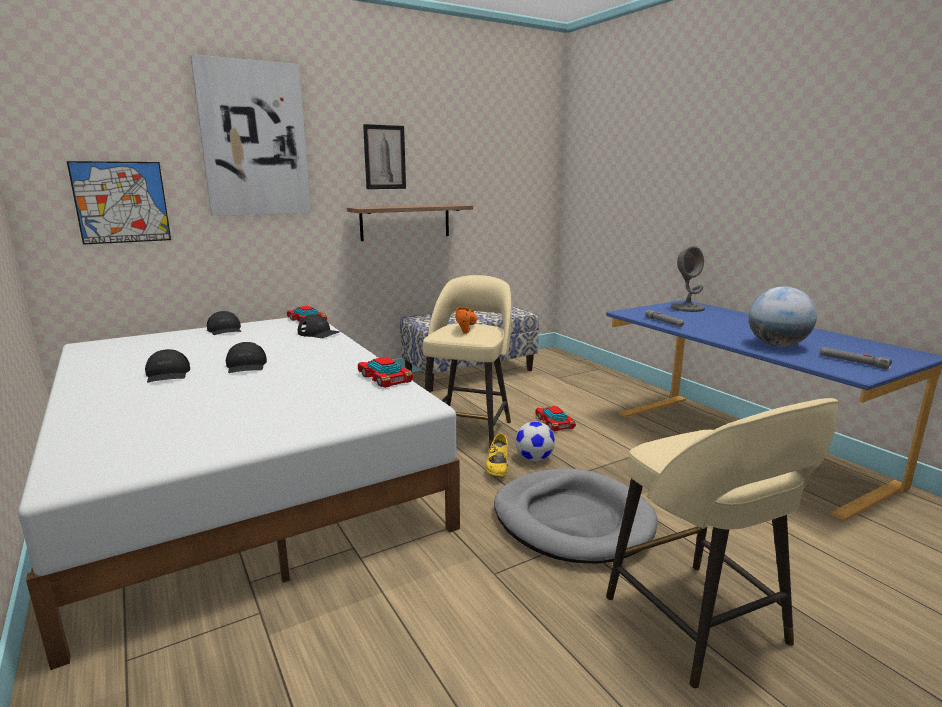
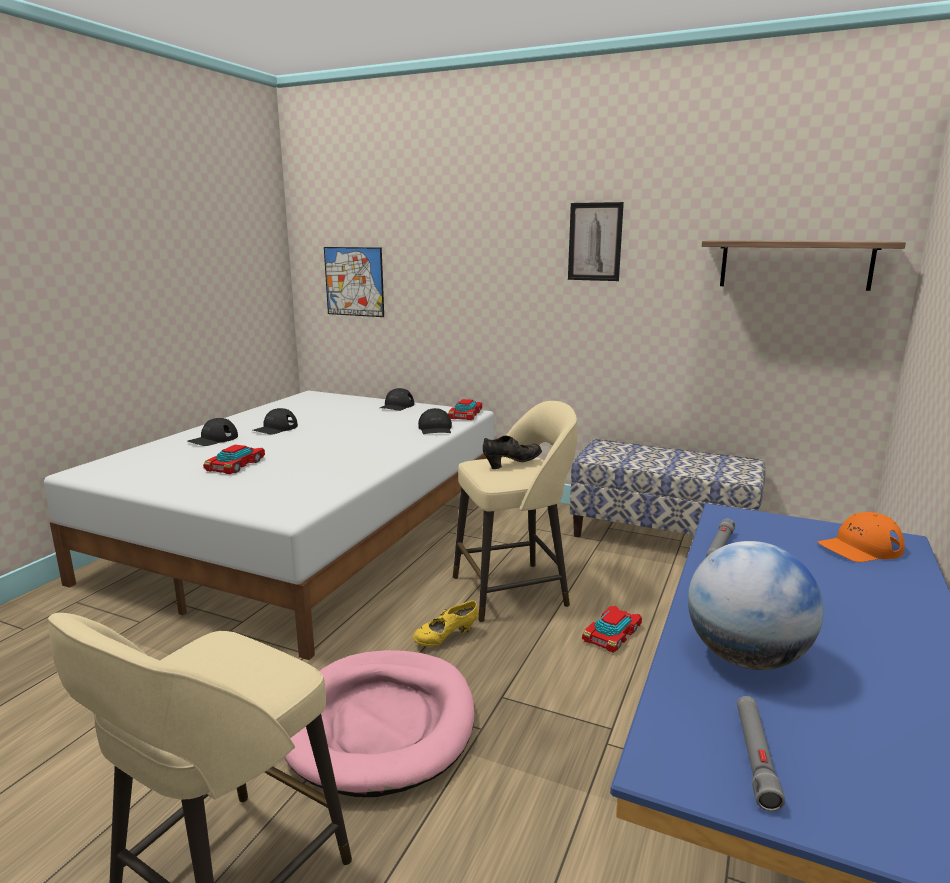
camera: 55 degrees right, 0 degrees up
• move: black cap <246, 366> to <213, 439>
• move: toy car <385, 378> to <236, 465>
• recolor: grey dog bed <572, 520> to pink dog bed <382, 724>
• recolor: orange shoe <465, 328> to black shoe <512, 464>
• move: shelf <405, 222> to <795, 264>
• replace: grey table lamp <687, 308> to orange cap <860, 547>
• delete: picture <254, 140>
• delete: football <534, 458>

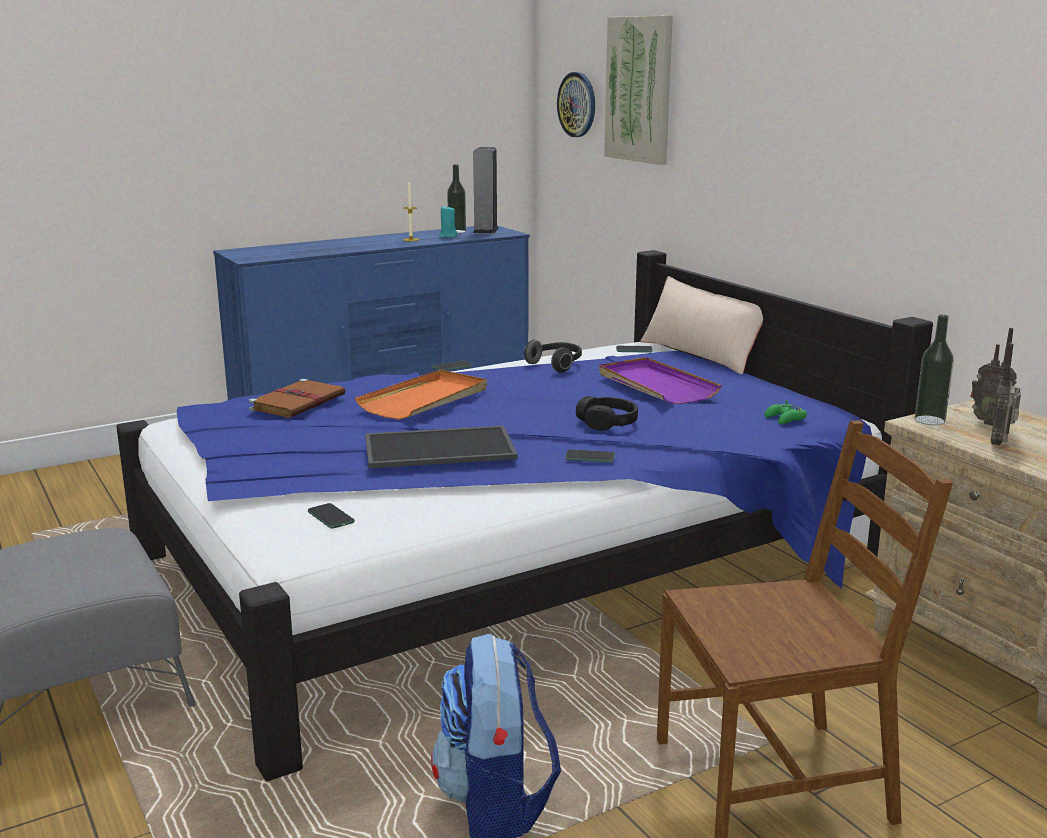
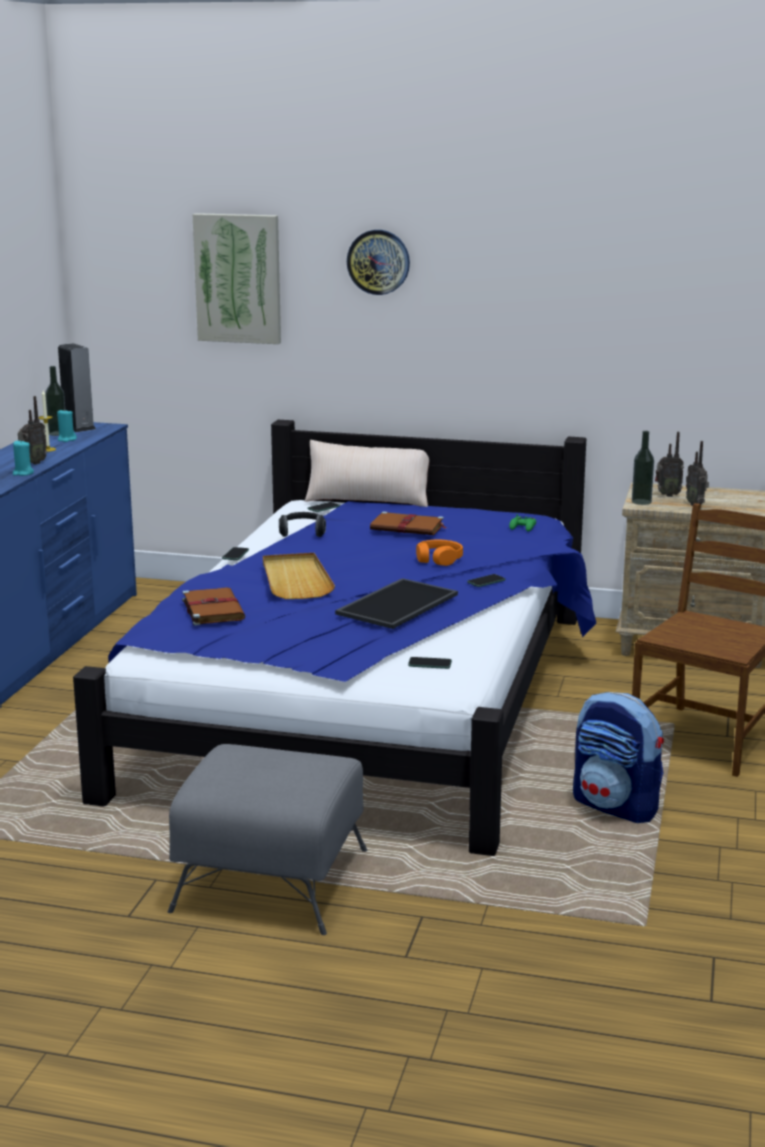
camera: 45 degrees left, 0 degrees up
• insert: turquoise candle <23, 473>
• insert: radio <33, 463>
• recolor: orange tray <425, 399> to beige tray <295, 580>
• move: wall clock <577, 104> to <378, 262>
• replace: purple tray <655, 385> to brown book <408, 527>
• recolor: black headphones <607, 422> to orange headphones <438, 559>

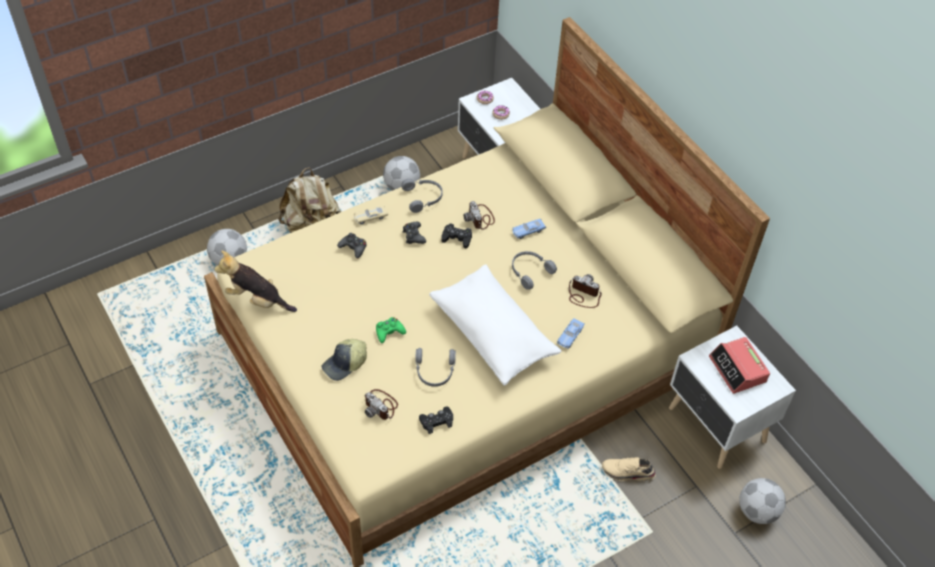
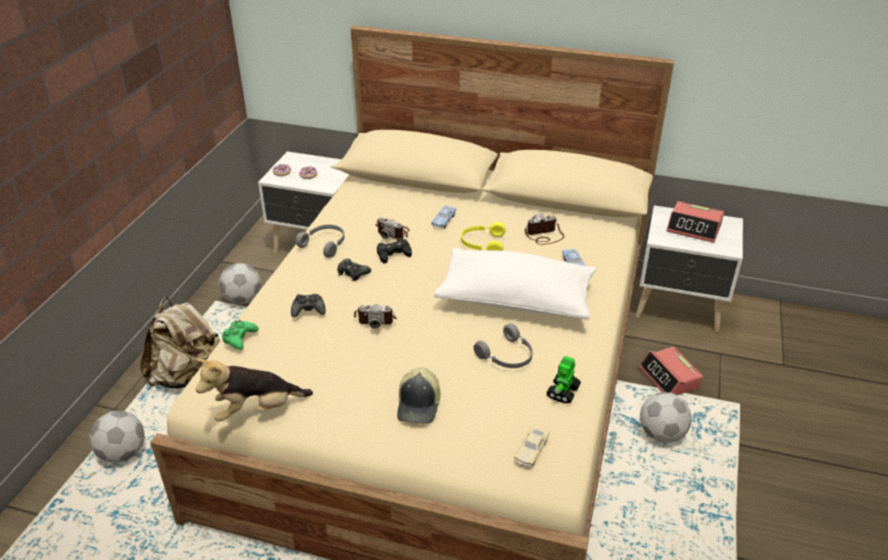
camera: 40 degrees left, 15 degrees down
• move: green game controller <389, 332> to <239, 338>
• move: photo camera <381, 406> to <375, 318>
• recolor: grey headphones <529, 271> to yellow headphones <482, 244>
• move: beige toy car <370, 217> to <531, 450>
• replace: black game controller <436, 421> to toy robot <563, 392>
• replace: beige shoe <627, 473> to alarm clock <669, 378>
• move: football <757, 511> to <661, 434>

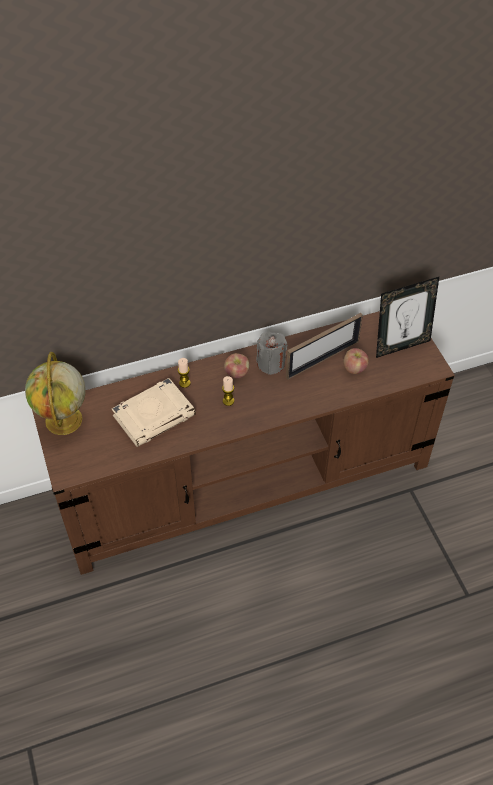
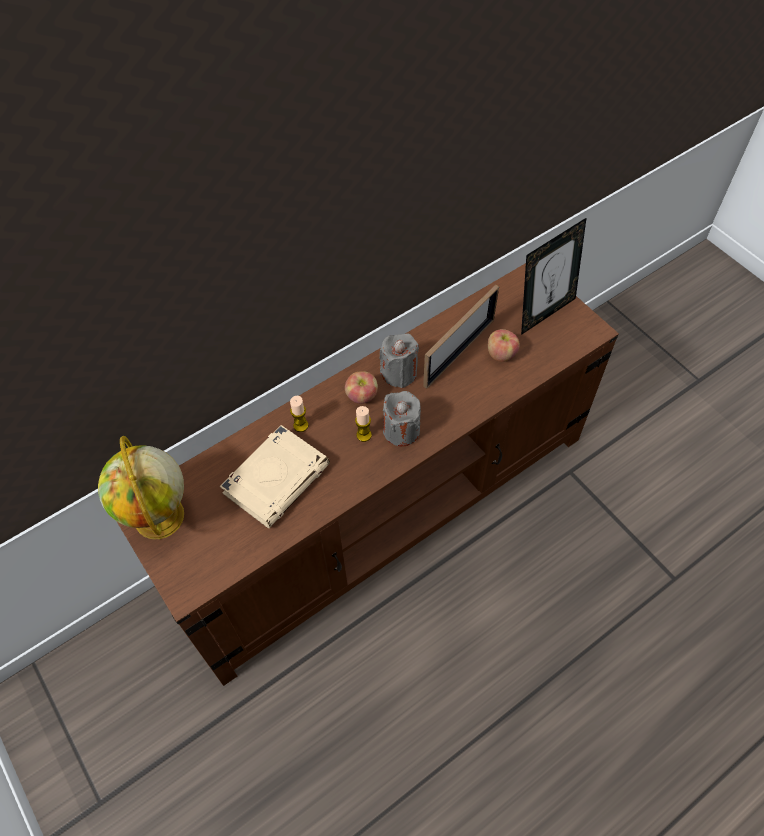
camera: 15 degrees left, 5 degrees up
• insert: grey candle <401, 430>

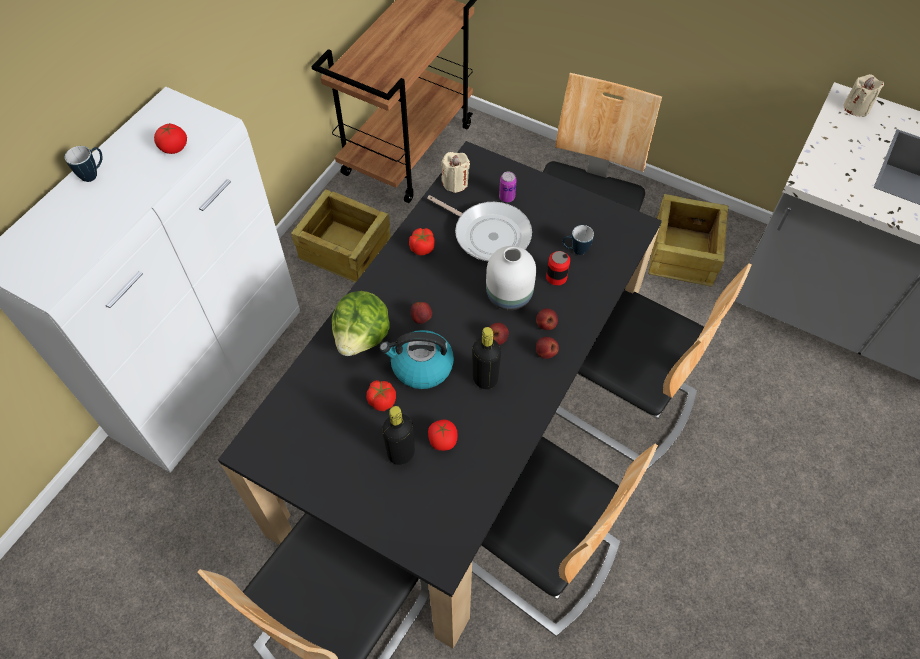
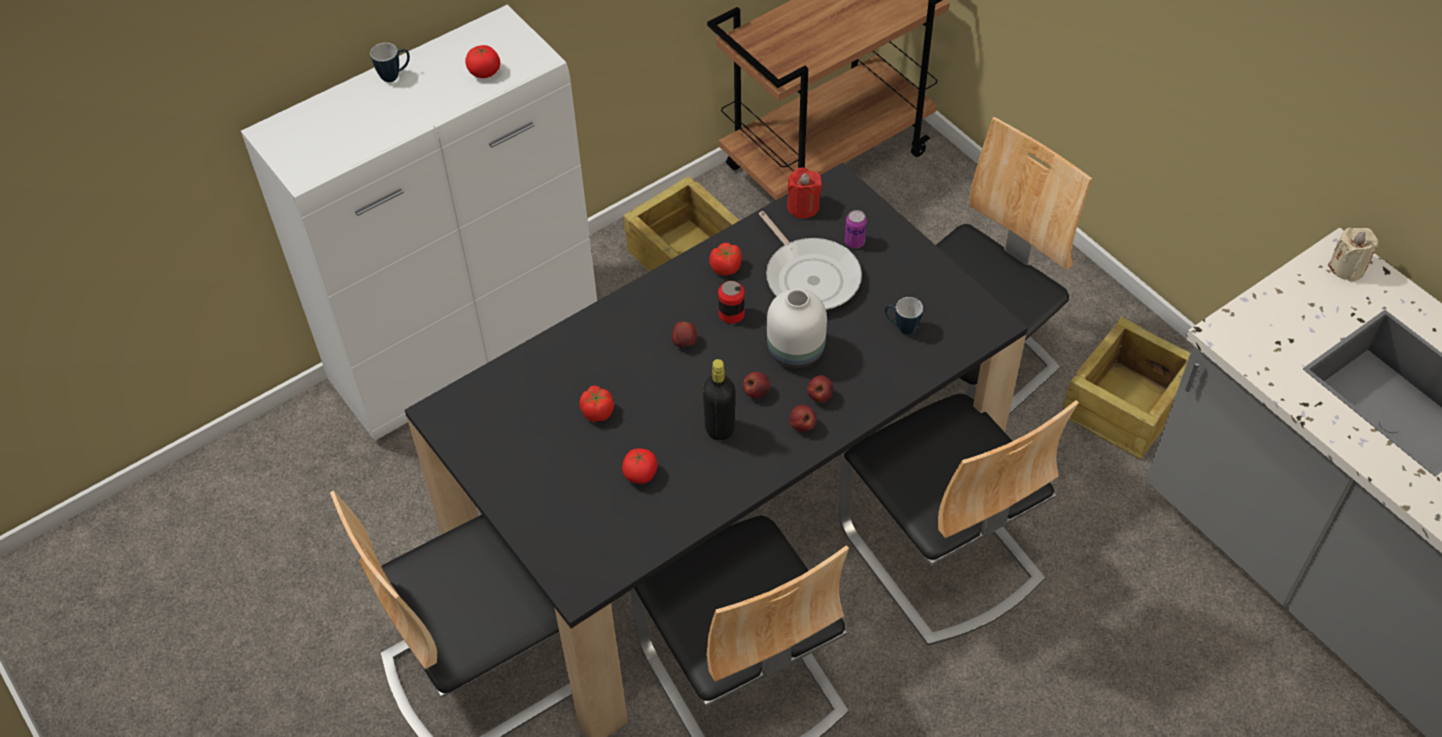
camera: 25 degrees right, 5 degrees down
• move: can <556, 277> to <731, 314>
• recolor: beige candle <455, 183> to red candle <803, 207>
• delete: lettuce <363, 337>
• delete: kettle <421, 367>
• delete: black bottle <401, 453>

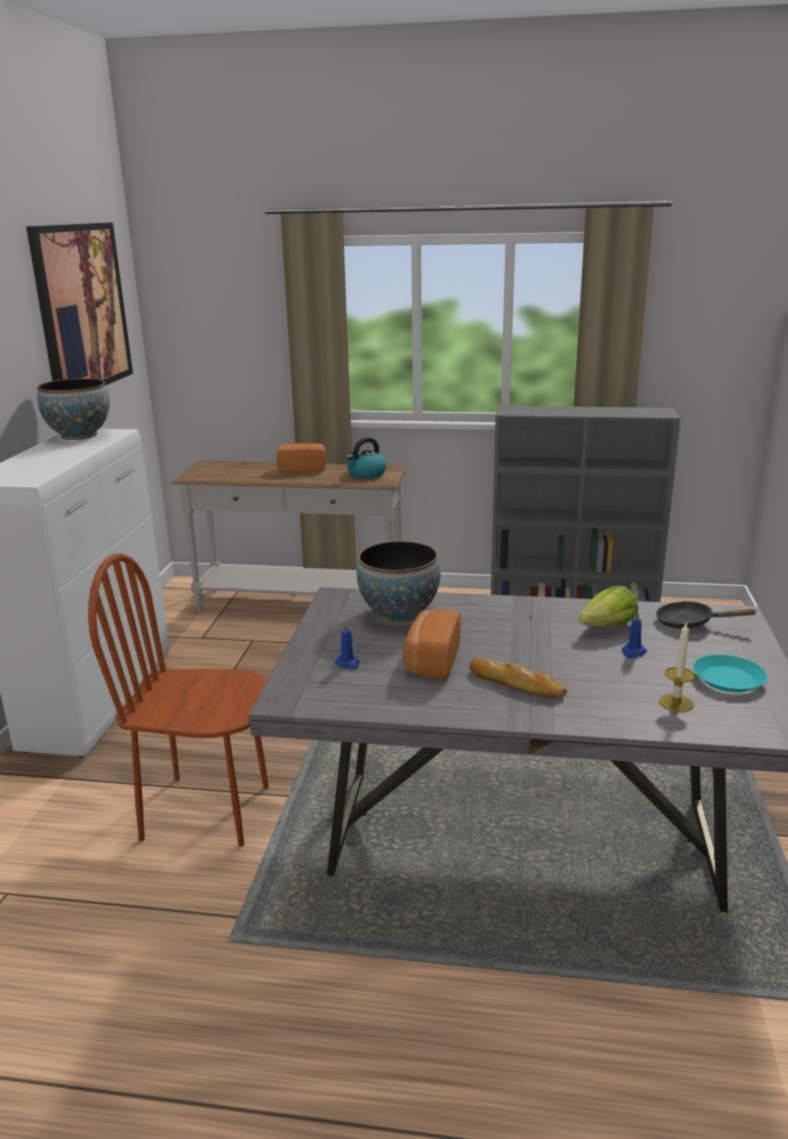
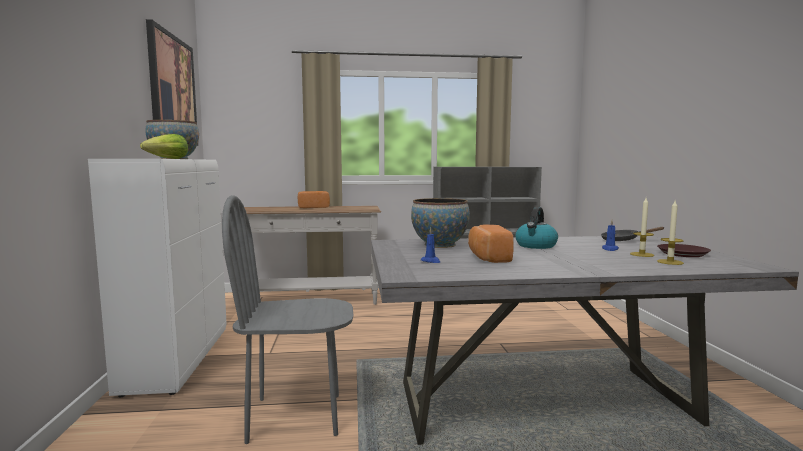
camera: 15 degrees left, 15 degrees down
• move: lettuce <608, 627> to <168, 158>
• recolor: brown chair <206, 811> to grey chair <295, 416>
• move: kettle <366, 474> to <536, 246>
• insert: candle <642, 254>
• recolor: turquoise plate <729, 679> to brown plate <683, 254>
• delete: bread <516, 684>

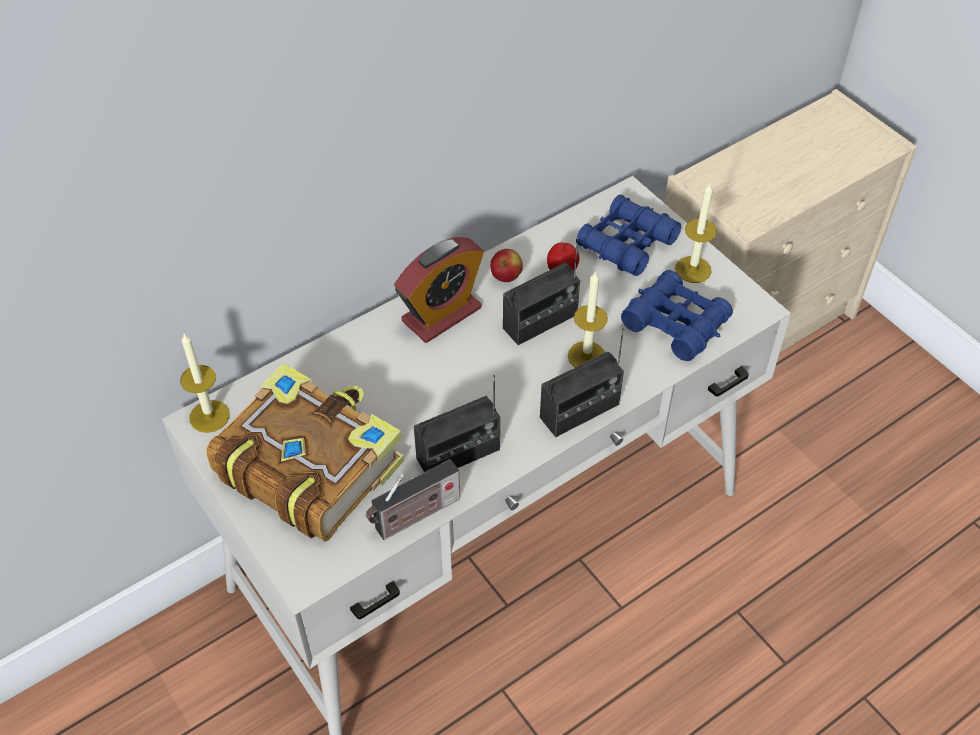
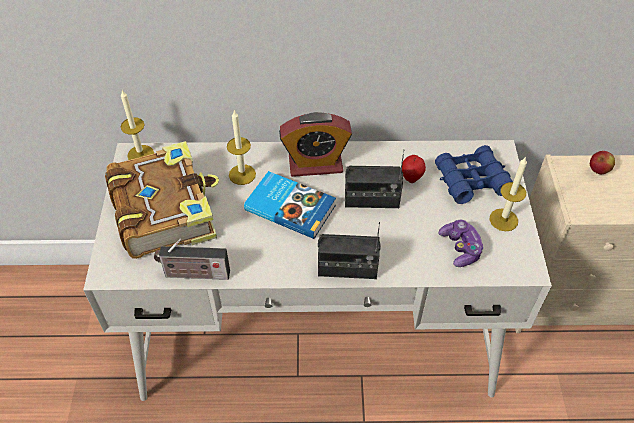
camera: 35 degrees right, 0 degrees up
• move: candle <586, 356> to <242, 174>
• insert: book <290, 206>
• replace: blue binoculars <675, 323> to game controller <460, 248>
• move: apple <506, 277> to <598, 170>
• delete: radio <458, 454>

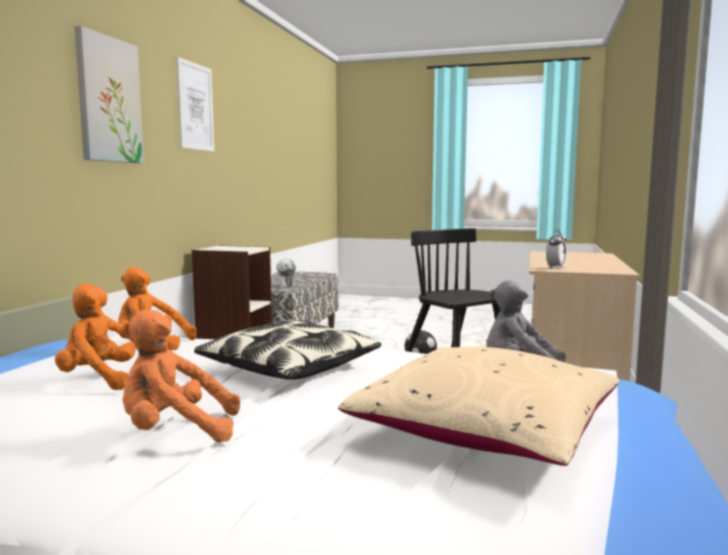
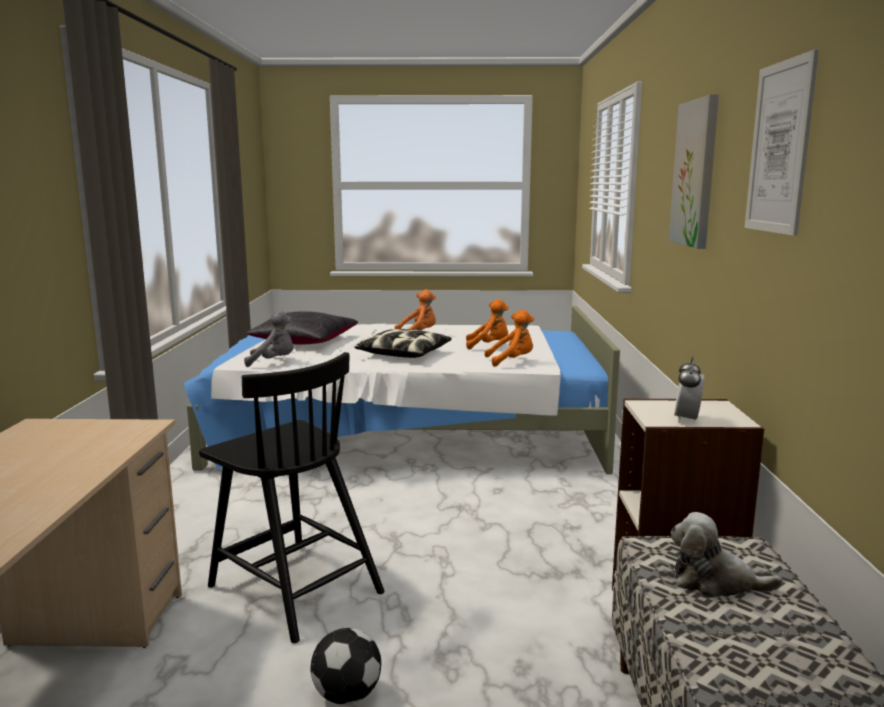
camera: 165 degrees right, 5 degrees up
• recolor: beige pillow <486, 431> to black pillow <305, 342>
• move: alarm clock <555, 268> to <687, 419>

